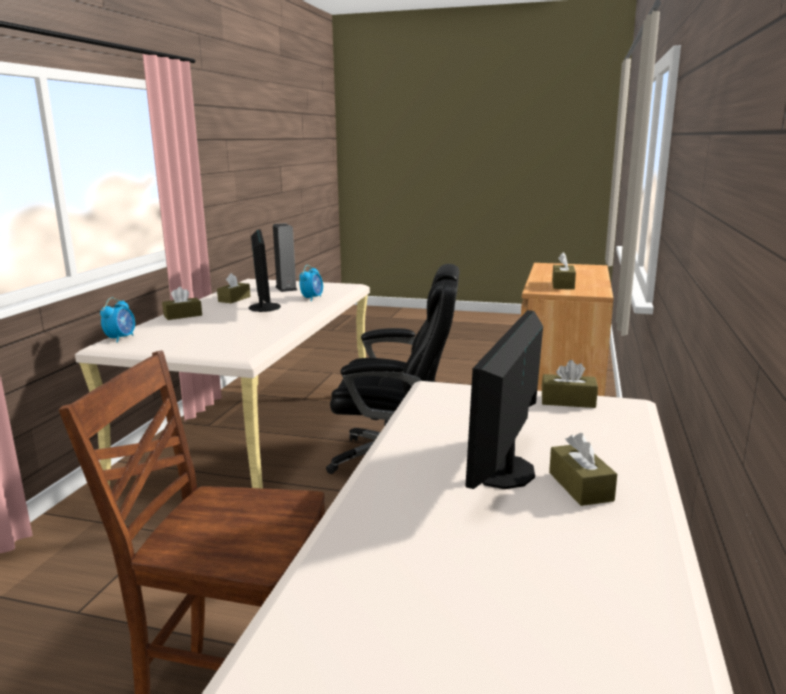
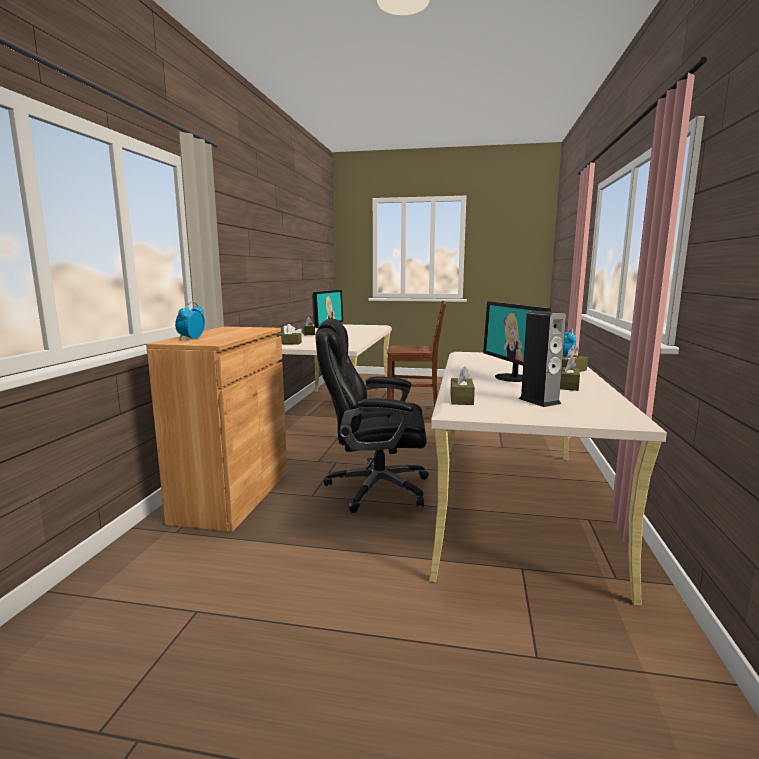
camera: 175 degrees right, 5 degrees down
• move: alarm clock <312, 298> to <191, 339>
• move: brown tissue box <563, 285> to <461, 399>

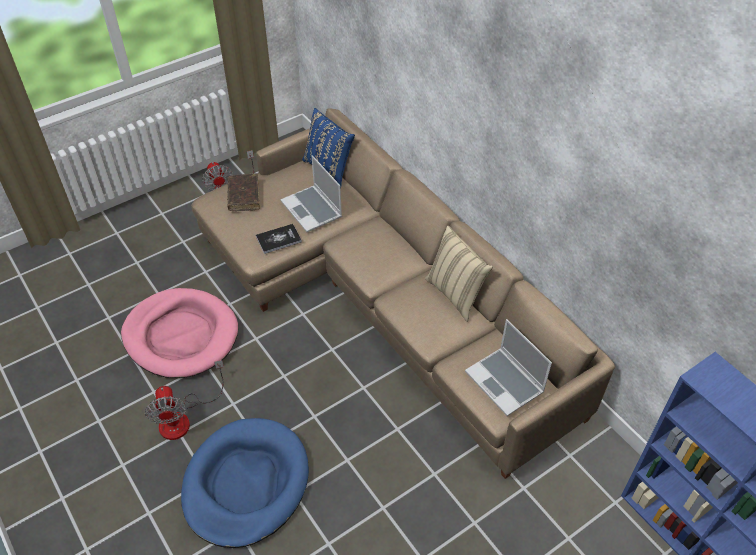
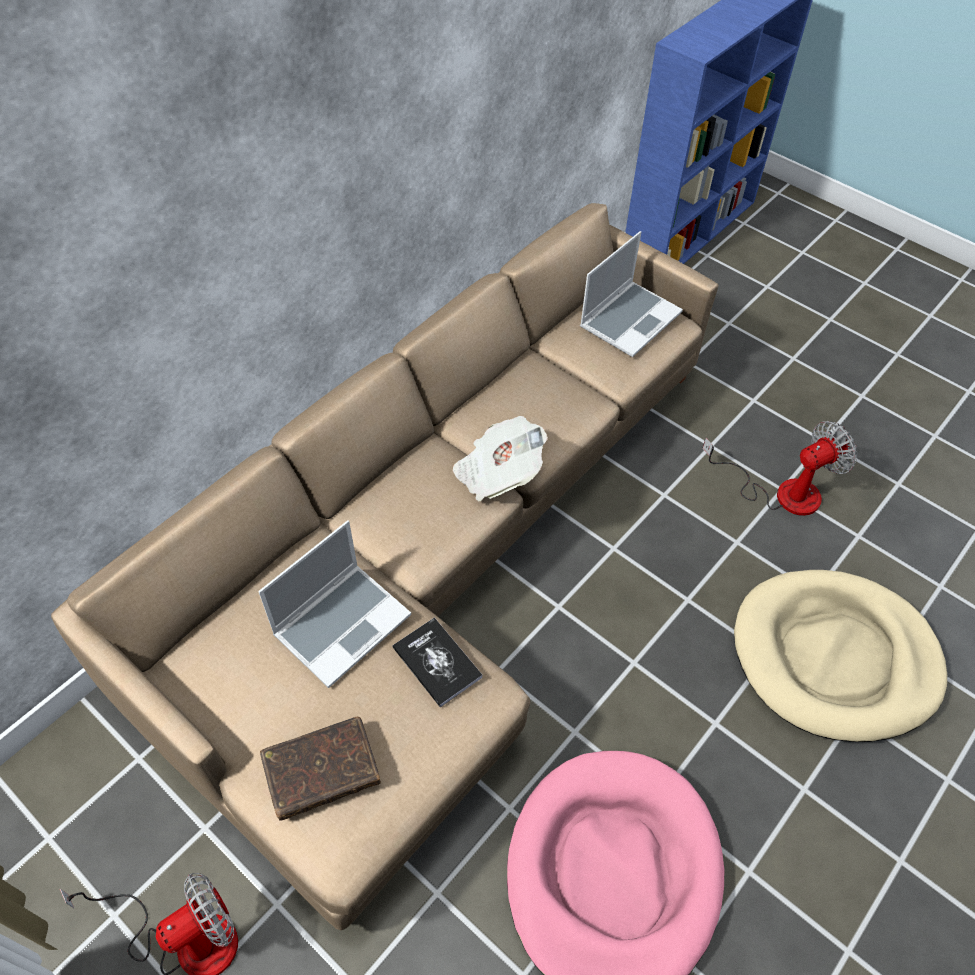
camera: 105 degrees left, 5 degrees up
• insert: newspaper <498, 473>
• move: fan <183, 418> to <781, 492>
• recolor: blue dog bed <246, 484> to beige dog bed <834, 657>
• delete: blue pillow <329, 169>
• delete: beige pillow <455, 294>

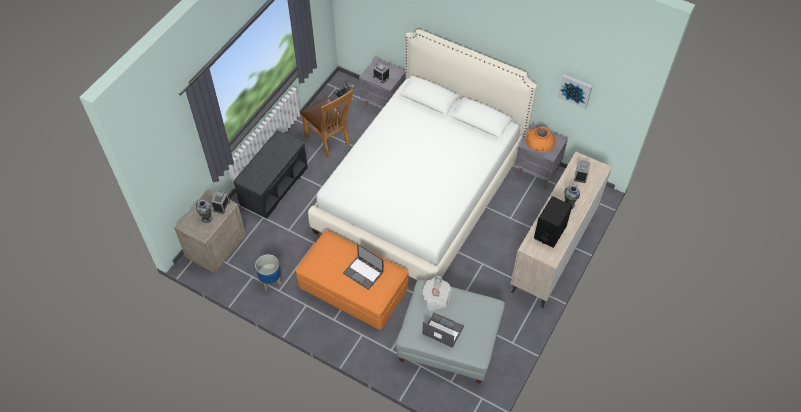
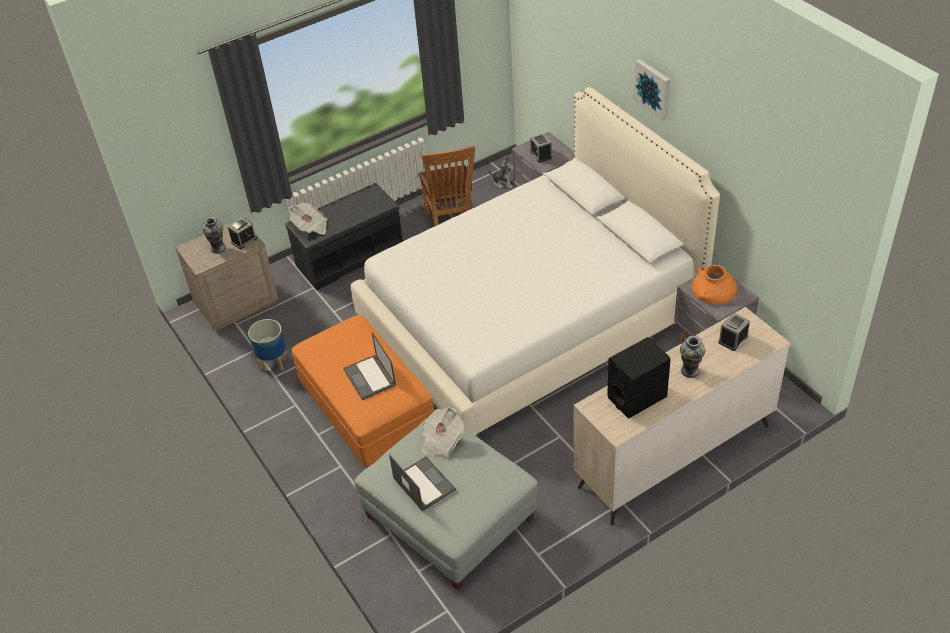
camera: 30 degrees right, 10 degrees down
• insert: newspaper <310, 227>
• move: picture <575, 90> to <653, 88>

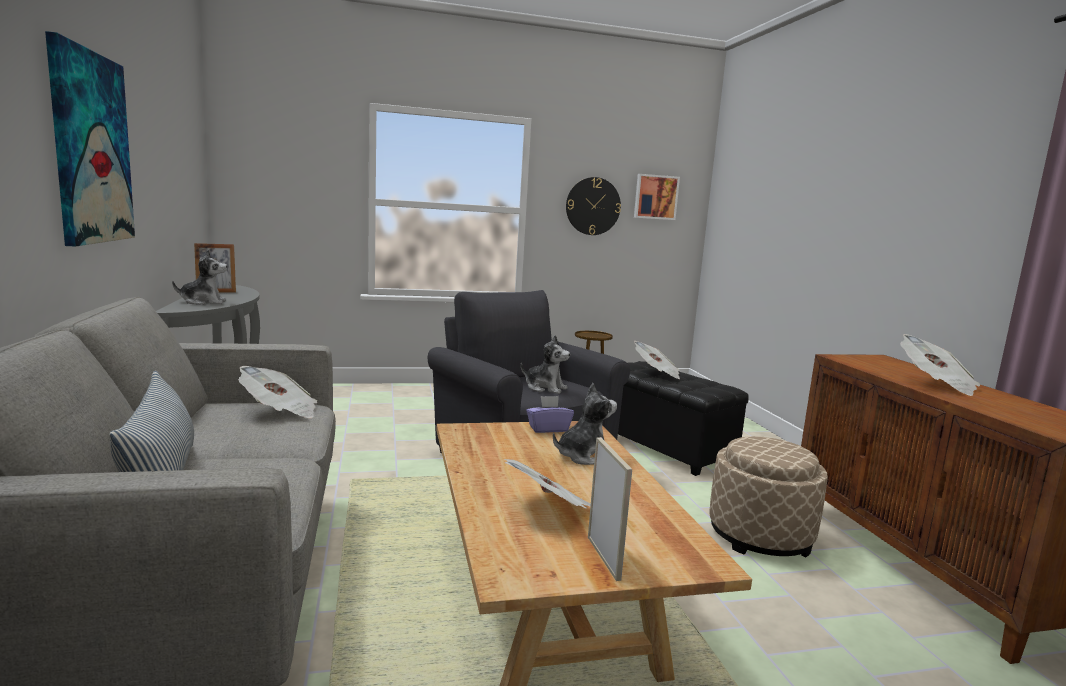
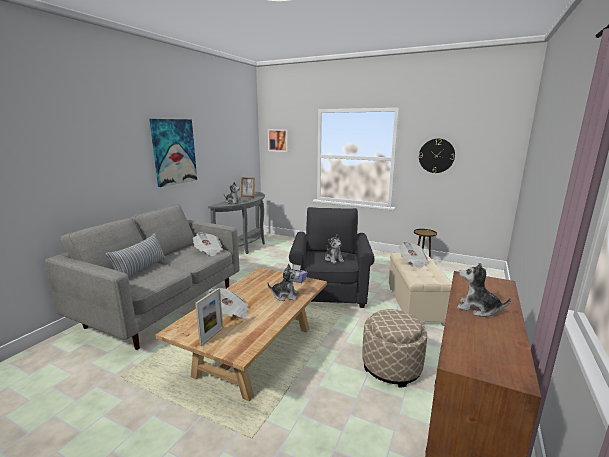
camera: 40 degrees right, 5 degrees up
• move: picture <655, 197> to <278, 140>
• recolor: black ottoman <664, 448> to beige ottoman <415, 305>
• replace: newspaper <936, 384> to plush toy <477, 309>

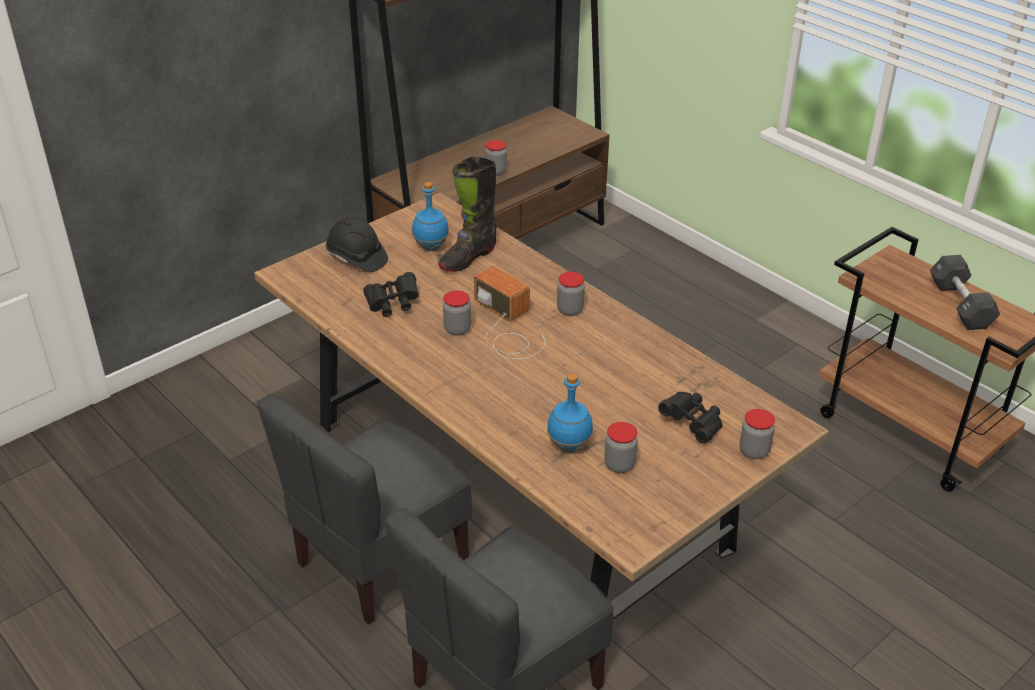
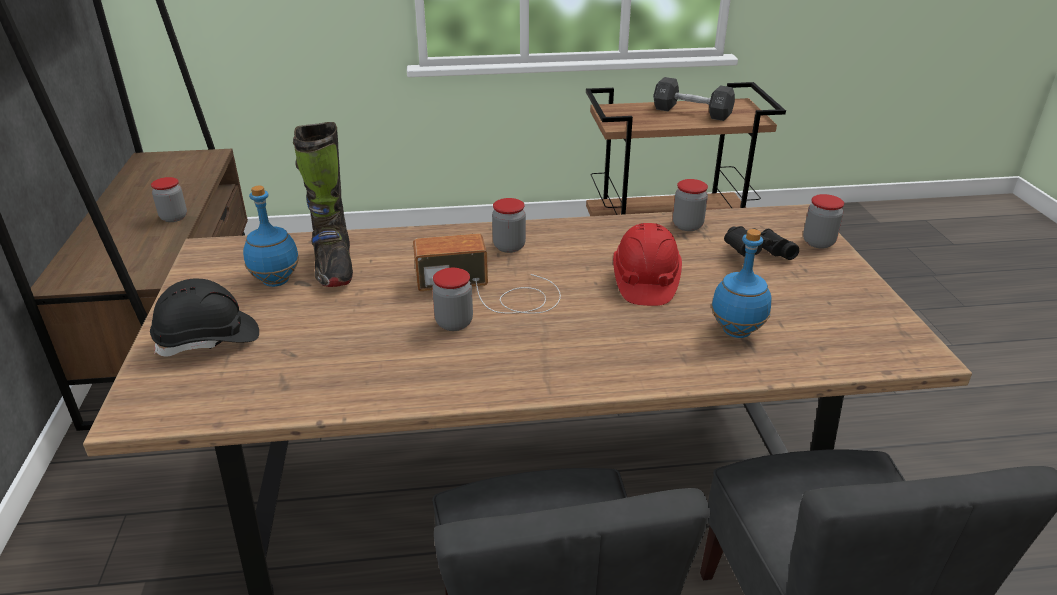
camera: 55 degrees left, 5 degrees down
• insert: red hard hat <645, 282>
• move: jar <619, 465> to <687, 226>
• delete: black binoculars <392, 304>

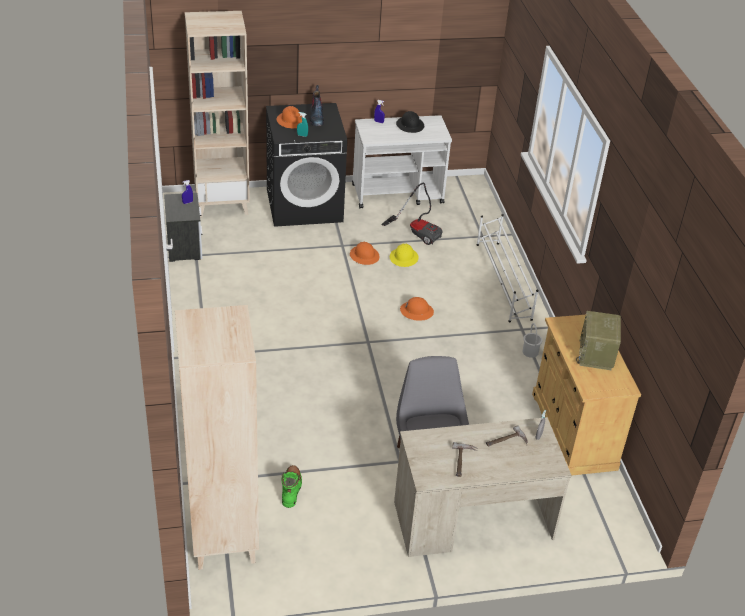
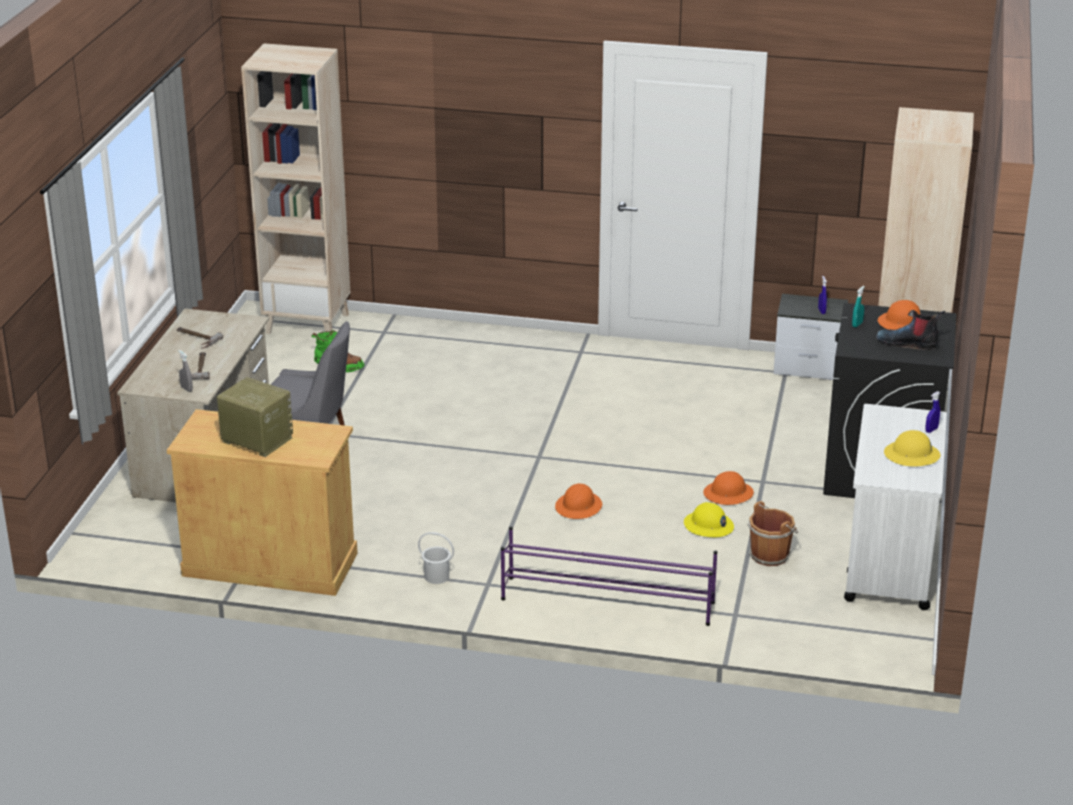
camera: 115 degrees right, 10 degrees down
• recolor: white shoe rack <503, 281> to purple shoe rack <606, 600>
• replace: vacuum cleaner <418, 232> to brown bucket <771, 554>
• recolor: black hard hat <410, 125> to yellow hard hat <912, 455>

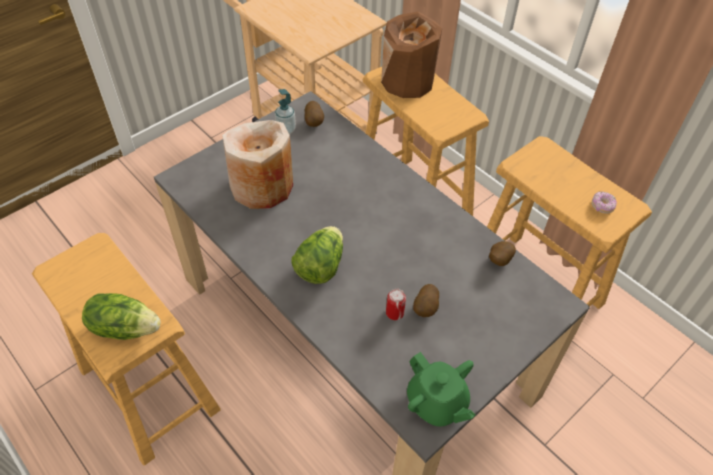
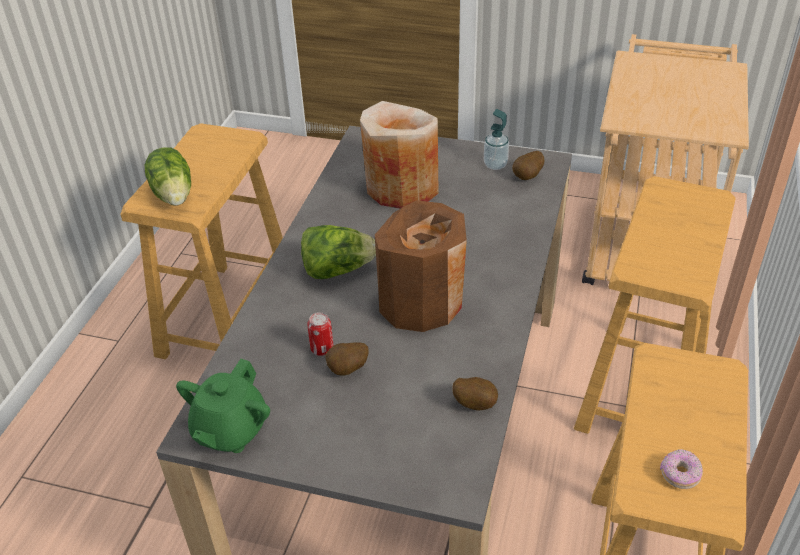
camera: 60 degrees right, 10 degrees down
• move: brown vase <408, 80> to <421, 301>

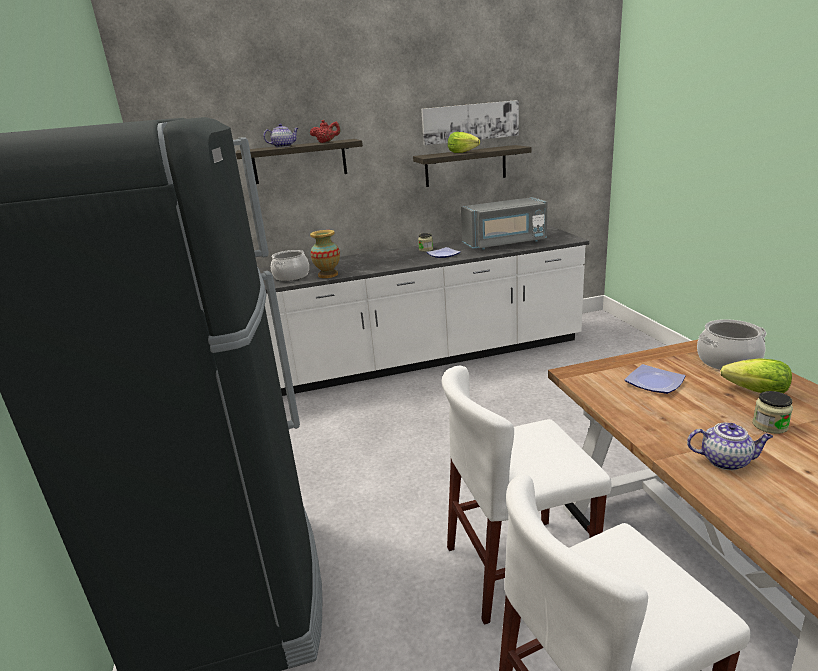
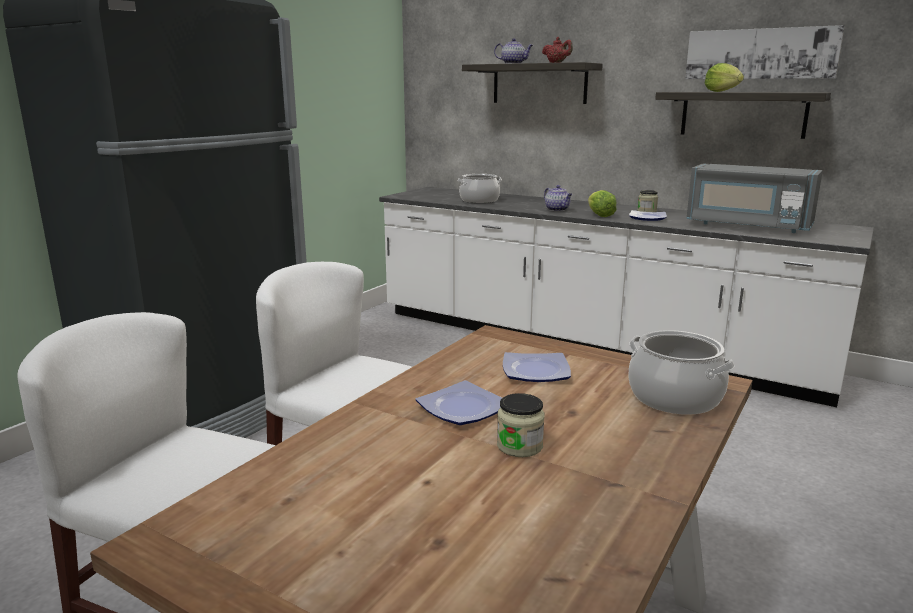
camera: 45 degrees right, 5 degrees down
• insert: plate <462, 409>
• move: teapot <726, 461> to <557, 210>
• move: lettuce <756, 392> to <599, 215>
• delete: vase <328, 275>

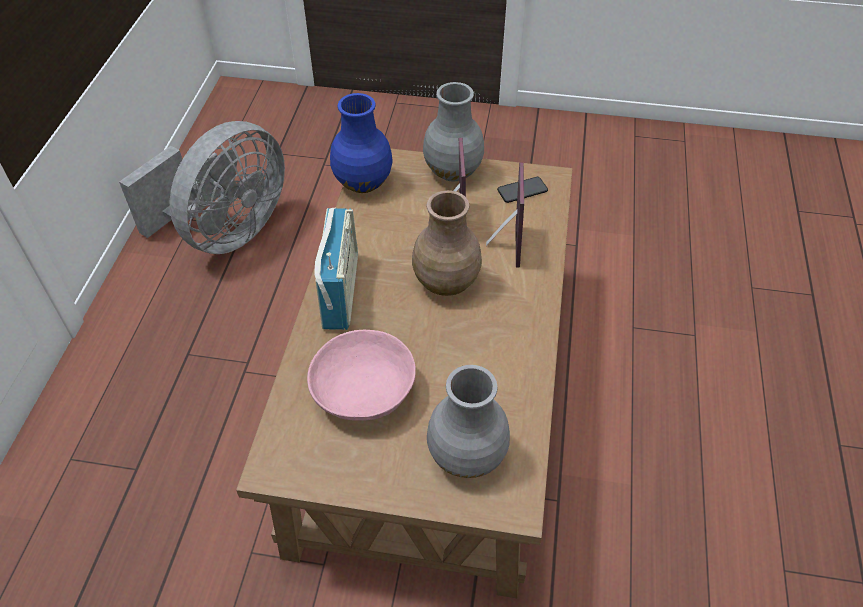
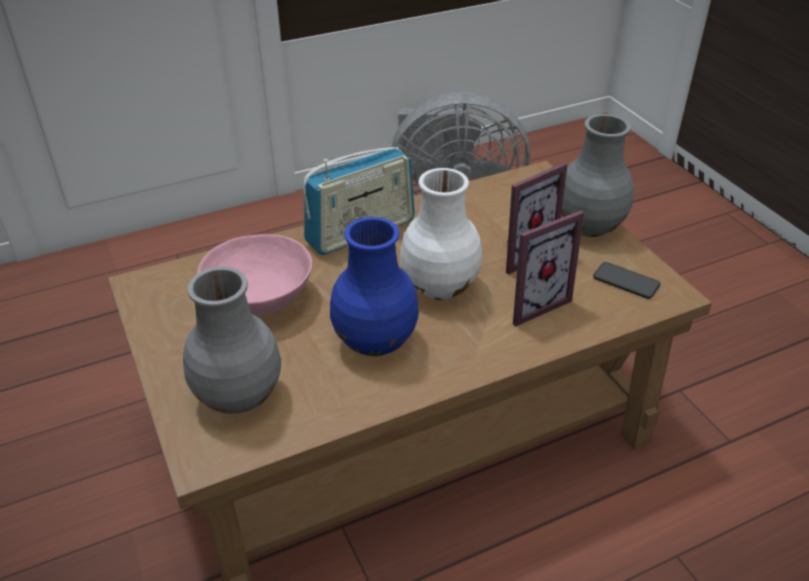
camera: 55 degrees right, 10 degrees down
• move: blue vase <362, 183> to <374, 340>
• recolor: brown vase <447, 283> to white vase <439, 287>

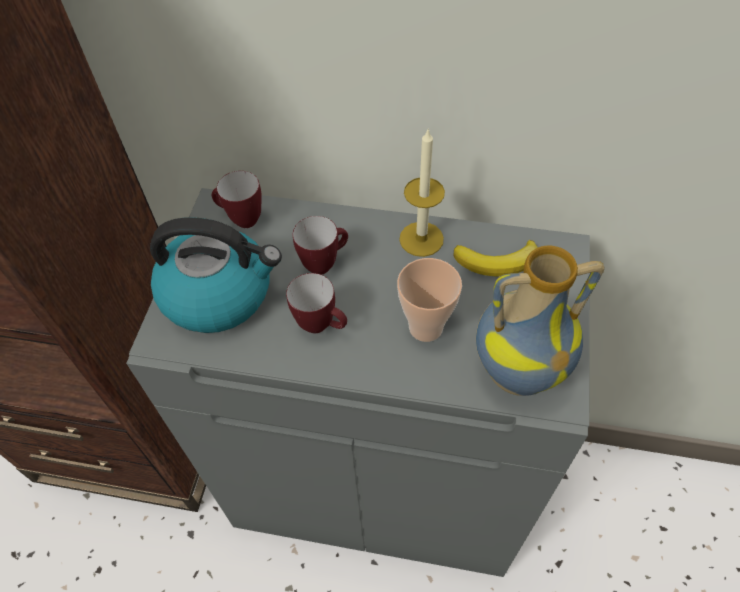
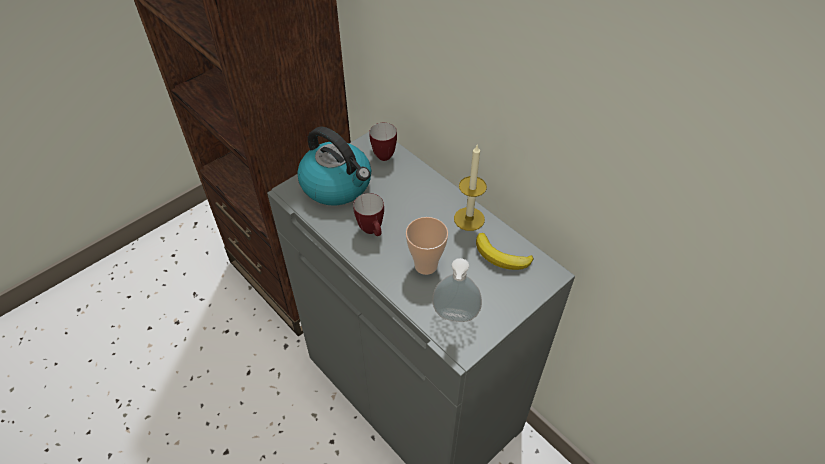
camera: 35 degrees right, 5 degrees down
• replace: vase <517, 369> to soap dispenser <455, 318>
• delete: mug <324, 263>

